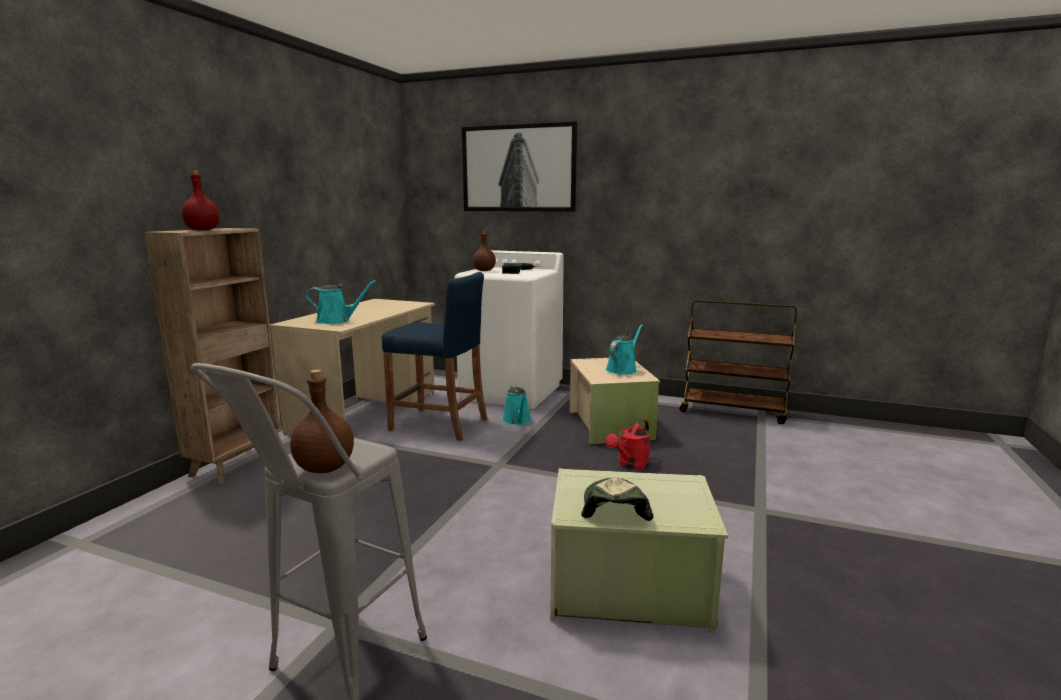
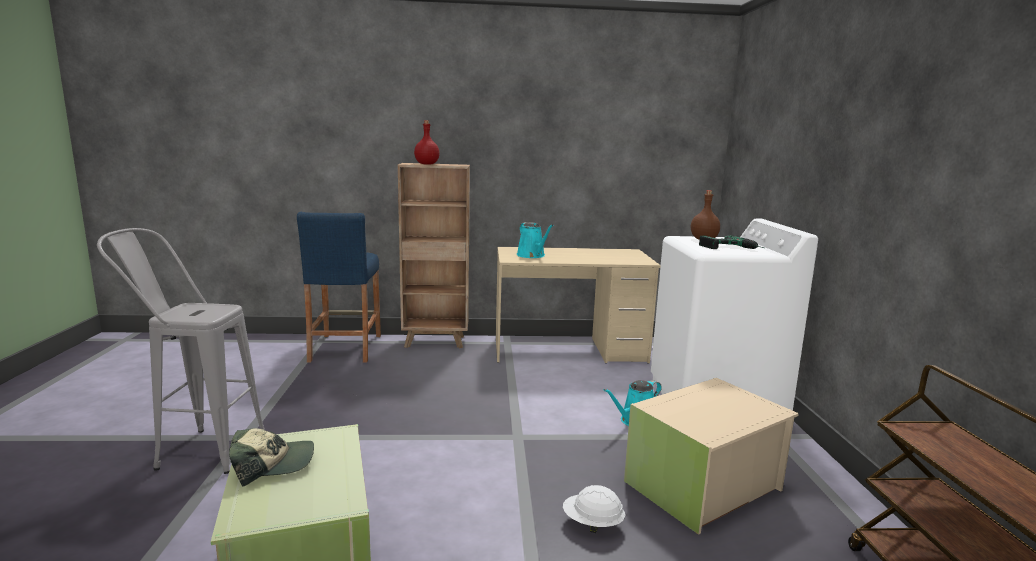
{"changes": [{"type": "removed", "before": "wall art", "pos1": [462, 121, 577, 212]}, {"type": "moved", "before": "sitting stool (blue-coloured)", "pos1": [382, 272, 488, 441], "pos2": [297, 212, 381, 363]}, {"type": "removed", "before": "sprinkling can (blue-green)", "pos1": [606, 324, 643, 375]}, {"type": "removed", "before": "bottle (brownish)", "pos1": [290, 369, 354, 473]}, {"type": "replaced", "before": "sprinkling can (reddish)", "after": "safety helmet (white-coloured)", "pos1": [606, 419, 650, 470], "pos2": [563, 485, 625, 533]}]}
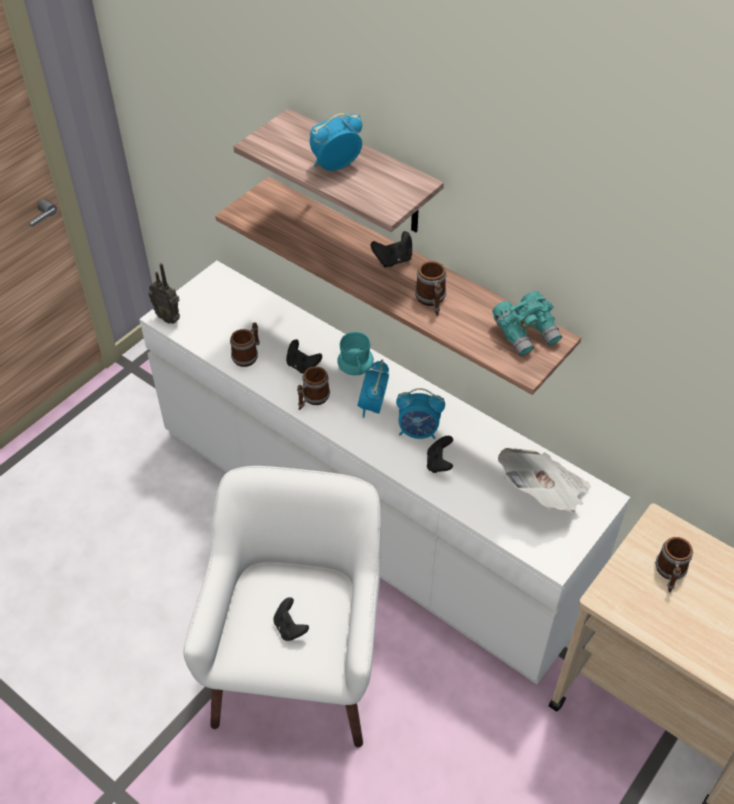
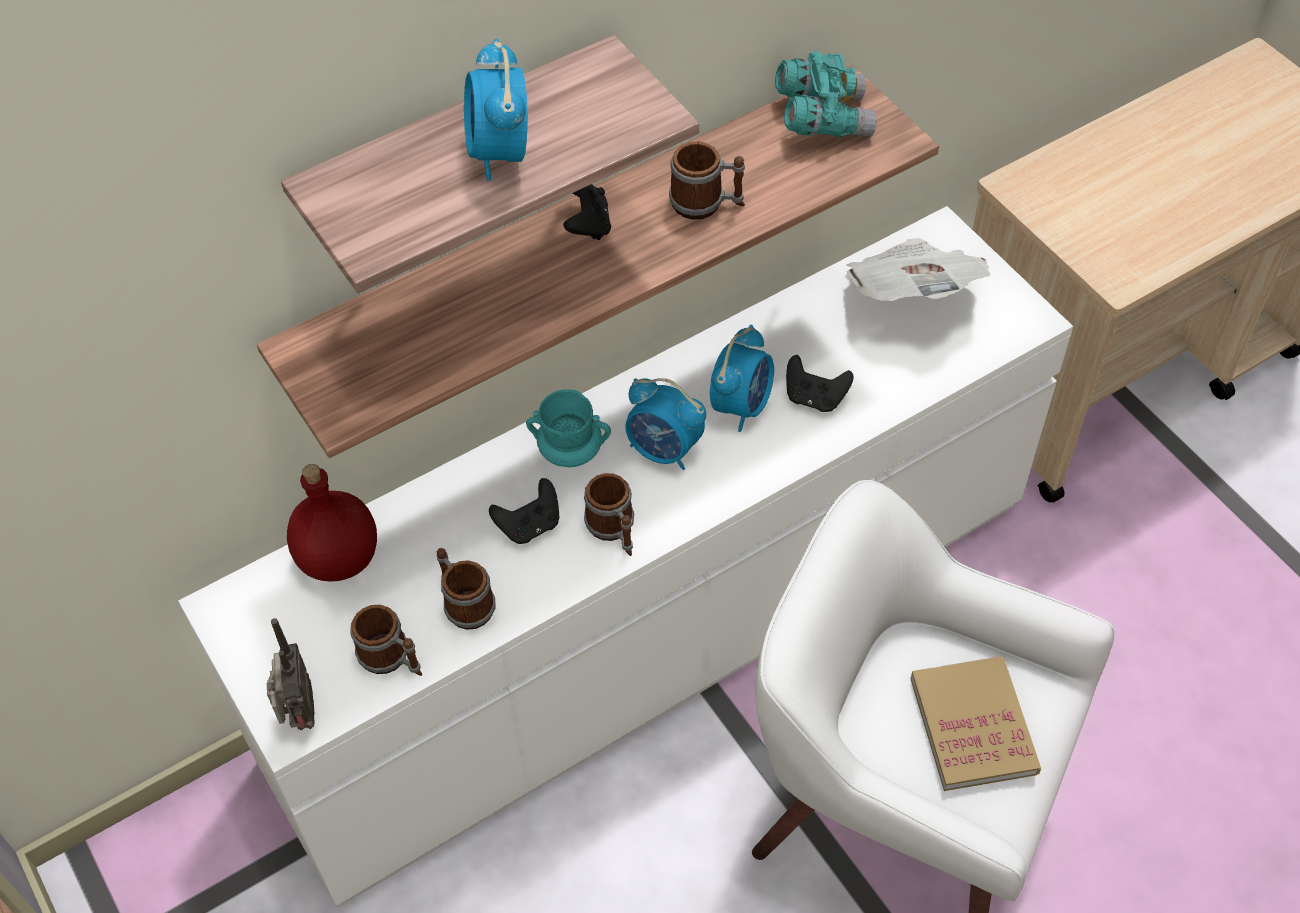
{"changes": [{"type": "turned", "before": "radio", "pos1": [148, 263, 180, 324], "pos2": [267, 618, 315, 730], "turn": -60}, {"type": "moved", "before": "mug", "pos1": [655, 537, 693, 593], "pos2": [350, 605, 422, 676]}, {"type": "replaced", "before": "joypad (blackish)", "after": "book", "pos1": [274, 597, 309, 641], "pos2": [910, 656, 1041, 791]}, {"type": "added", "after": "bottle (reddish)", "pos2": [287, 464, 377, 582]}]}
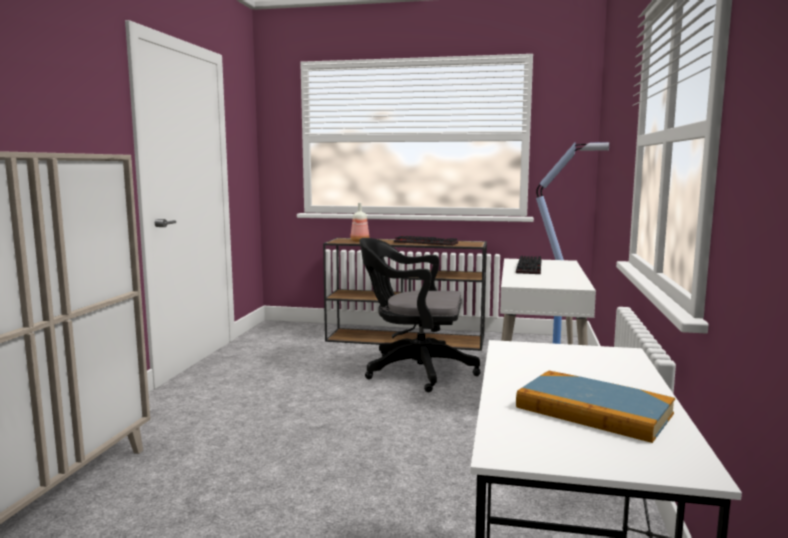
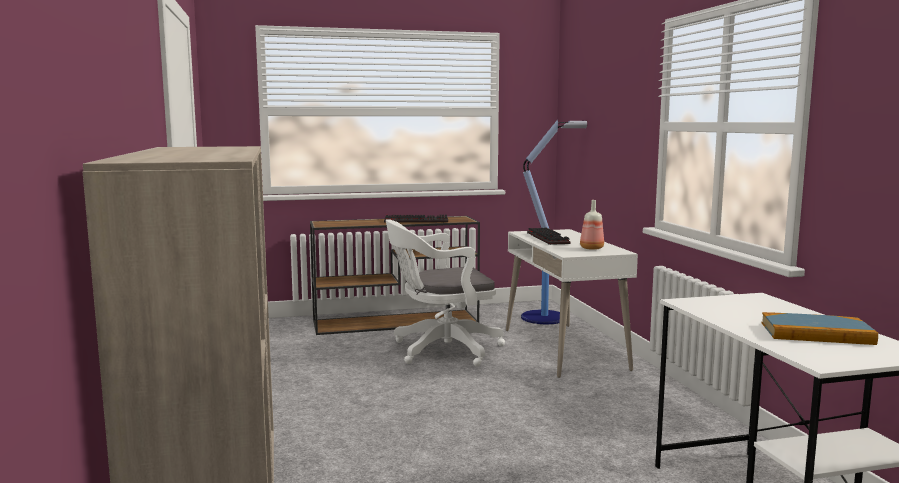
{"changes": [{"type": "moved", "before": "bottle", "pos1": [350, 203, 369, 242], "pos2": [580, 200, 604, 250]}, {"type": "recoloured", "before": "computer chair (blackish)", "after": "computer chair (white-coloured)", "pos1": [359, 238, 481, 392], "pos2": [386, 219, 505, 367]}]}
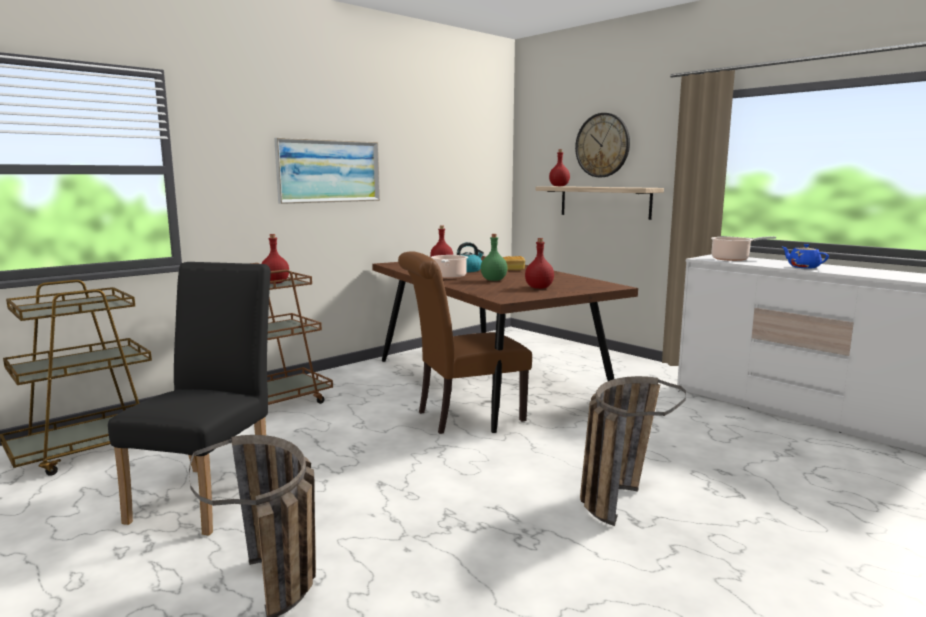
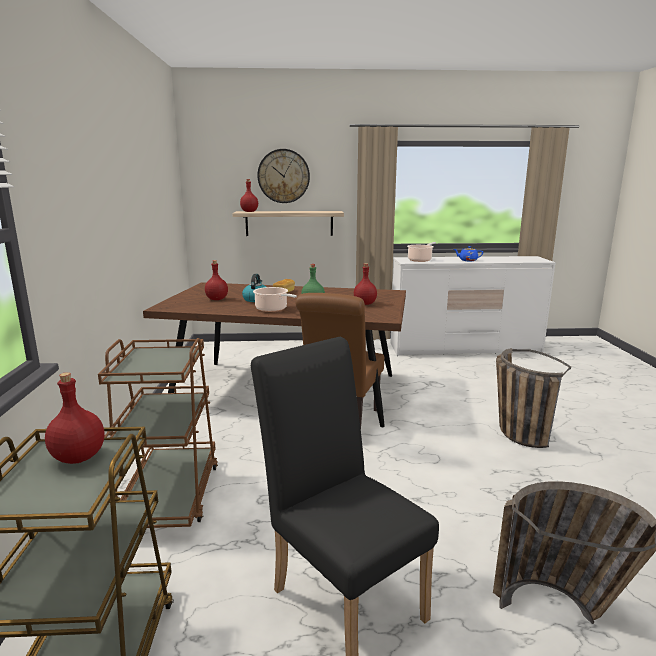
{"changes": [{"type": "removed", "before": "wall art", "pos1": [274, 138, 380, 204]}, {"type": "moved", "before": "bottle (reddish)", "pos1": [262, 234, 289, 284], "pos2": [45, 372, 105, 464]}]}
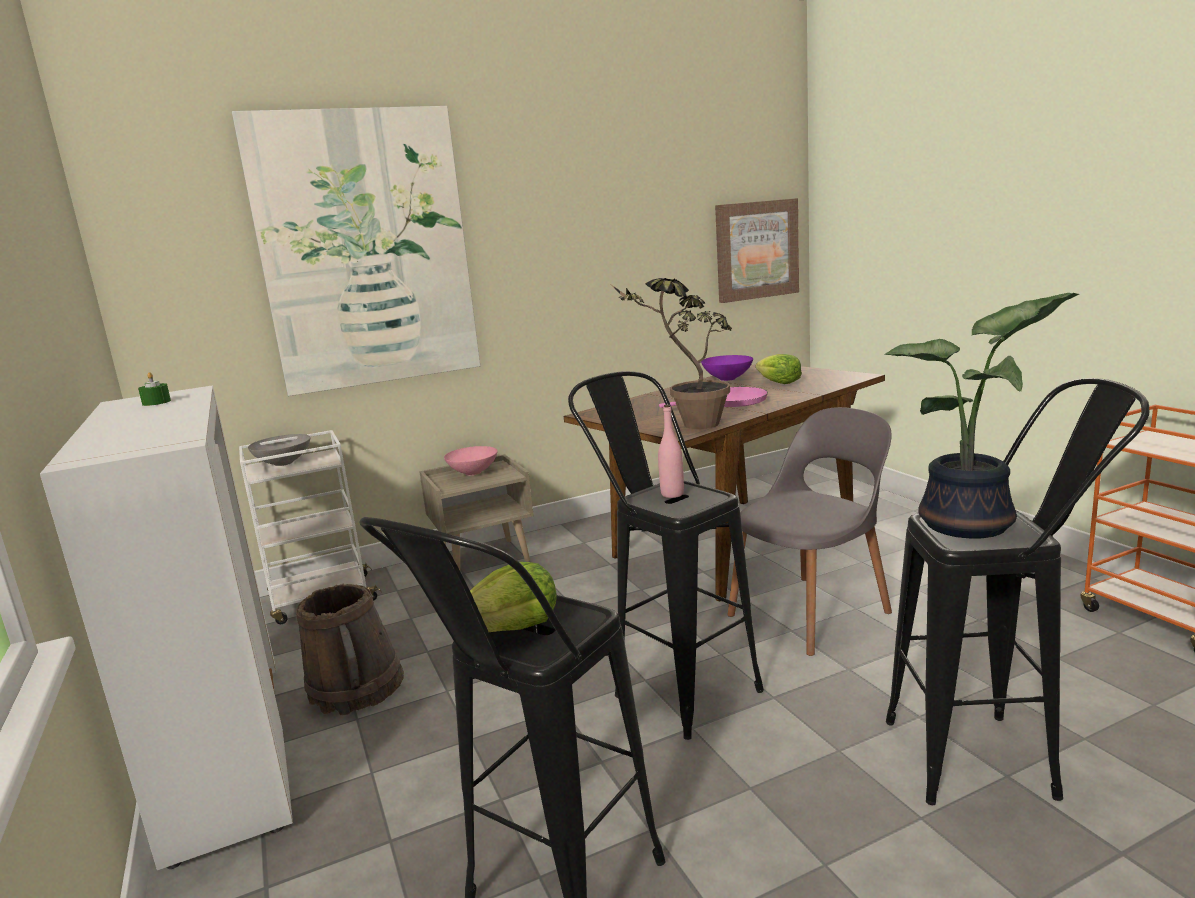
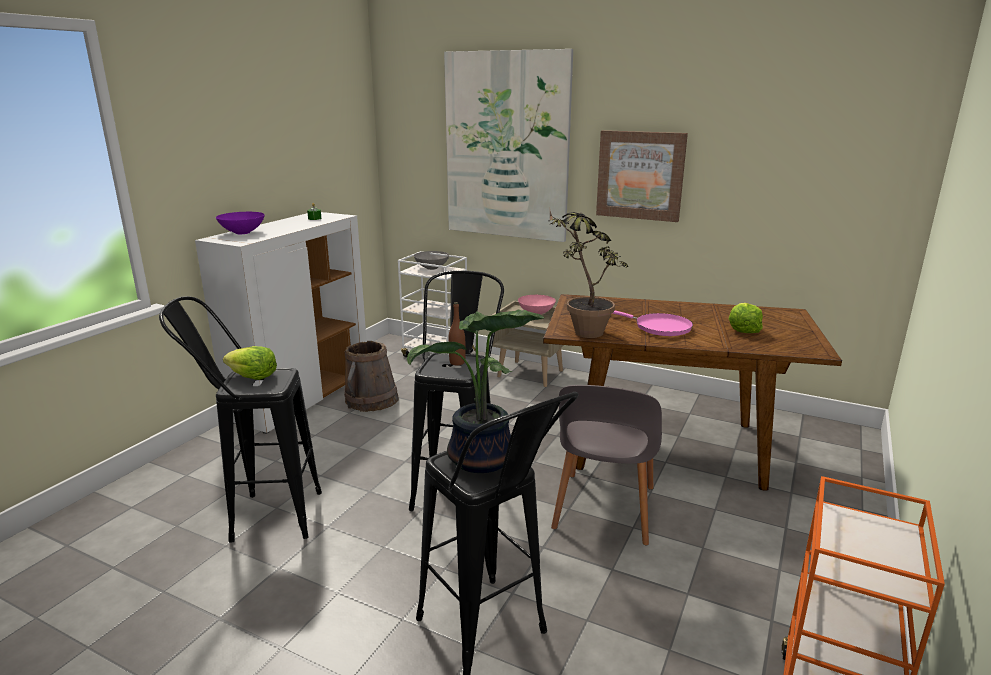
{"changes": [{"type": "moved", "before": "wall art", "pos1": [715, 198, 799, 303], "pos2": [596, 130, 688, 222]}, {"type": "moved", "before": "deep dish (purplish)", "pos1": [701, 355, 753, 381], "pos2": [216, 212, 265, 234]}, {"type": "recoloured", "before": "bottle (pink-coloured)", "after": "bottle (brownish)", "pos1": [658, 404, 684, 498], "pos2": [448, 302, 465, 365]}, {"type": "turned", "before": "upright chair (grey)", "pos1": [727, 407, 892, 656], "pos2": [551, 385, 662, 545], "turn": 90}]}
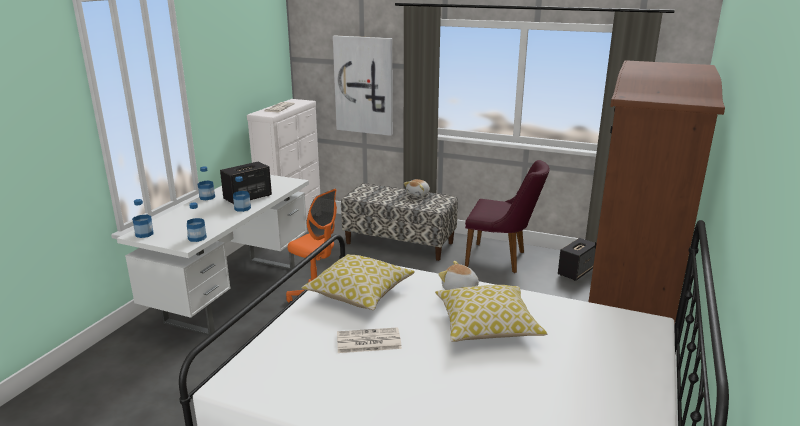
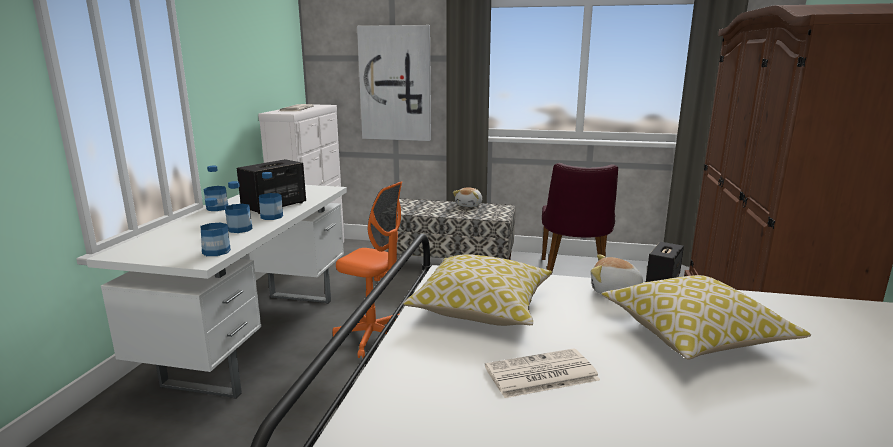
{"changes": [{"type": "turned", "before": "upright chair (purplish)", "pos1": [465, 160, 550, 273], "pos2": [542, 163, 618, 275], "turn": 90}, {"type": "moved", "before": "bottle", "pos1": [132, 199, 153, 238], "pos2": [225, 181, 253, 233]}]}
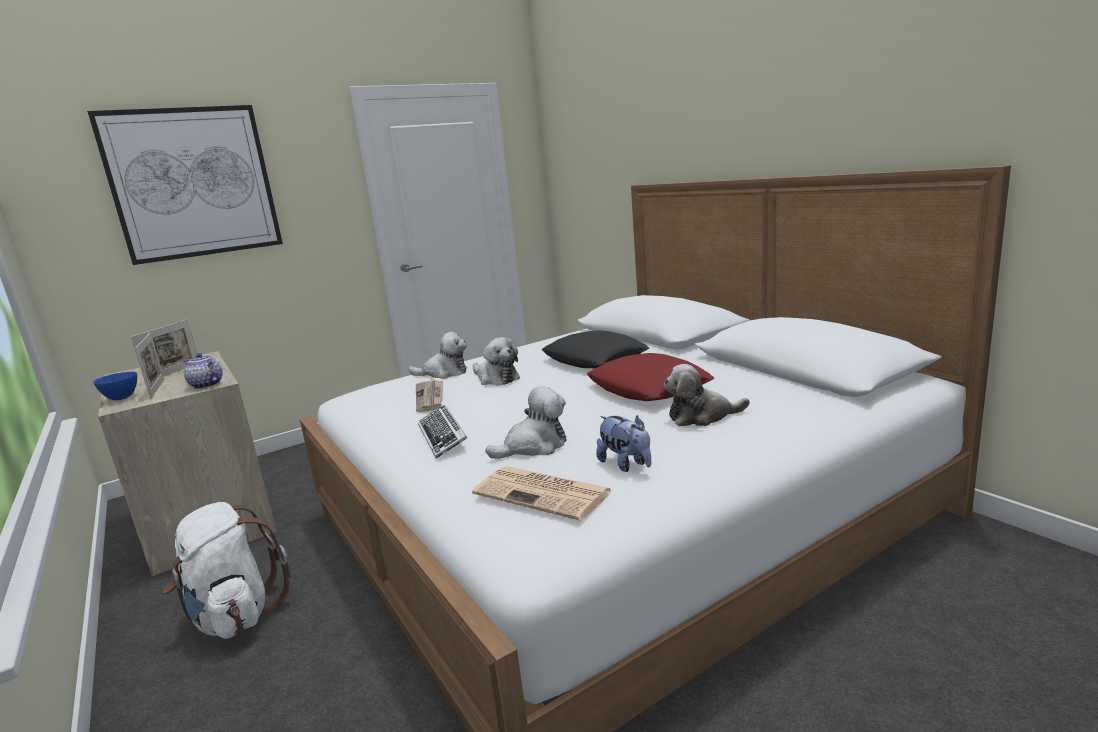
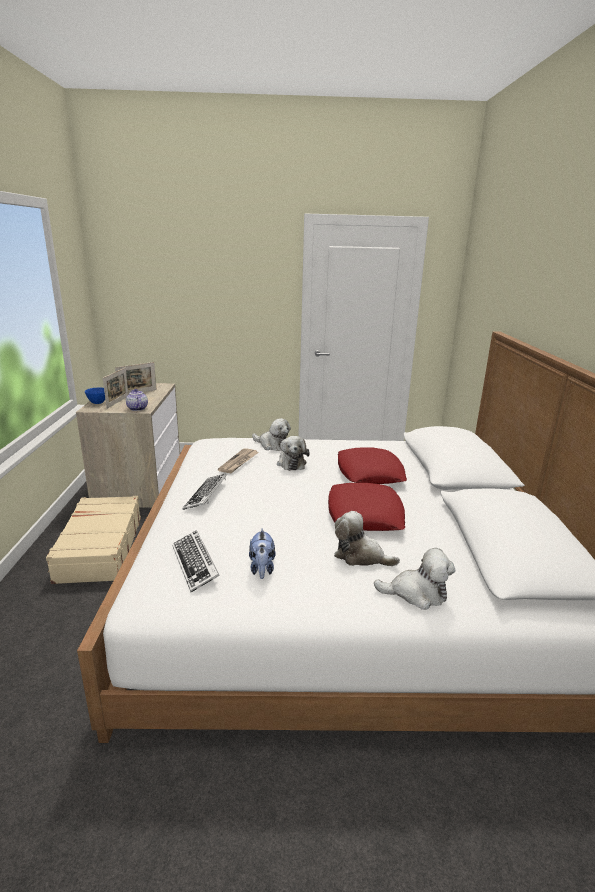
{"changes": [{"type": "removed", "before": "wall art", "pos1": [87, 105, 283, 265]}, {"type": "recoloured", "before": "pillow (blackish)", "after": "pillow (reddish)", "pos1": [542, 330, 649, 368], "pos2": [338, 447, 407, 484]}, {"type": "moved", "before": "soft toy", "pos1": [485, 386, 567, 459], "pos2": [374, 548, 456, 610]}, {"type": "replaced", "before": "daily paper", "after": "keyboard", "pos1": [472, 466, 613, 521], "pos2": [172, 530, 220, 592]}, {"type": "replaced", "before": "rucksack (white-coloured)", "after": "piece of luggage (beige)", "pos1": [163, 502, 291, 639], "pos2": [46, 496, 141, 584]}]}
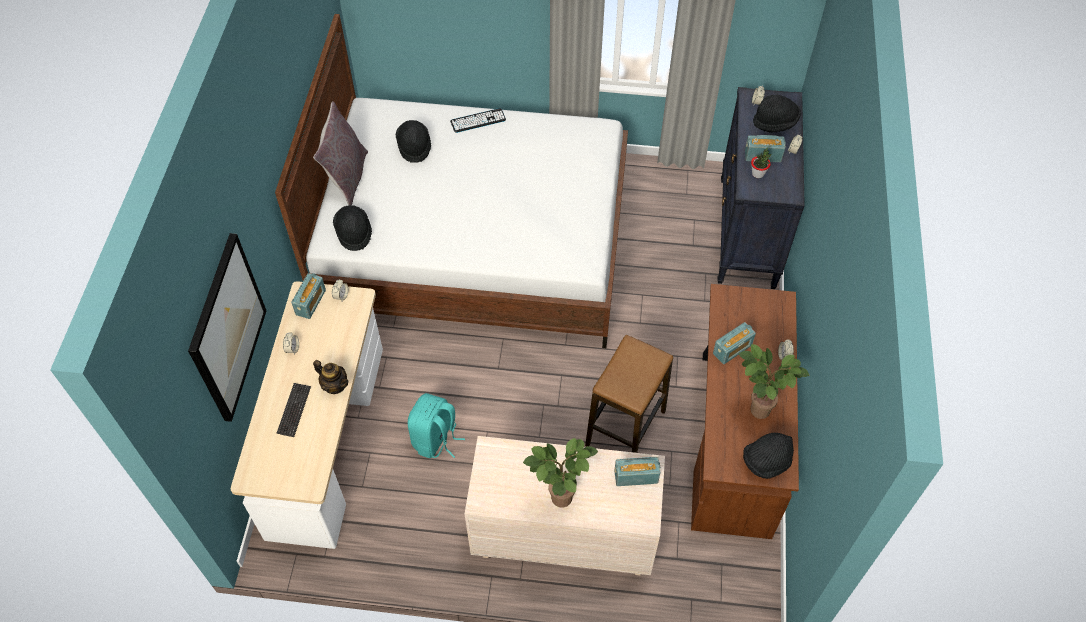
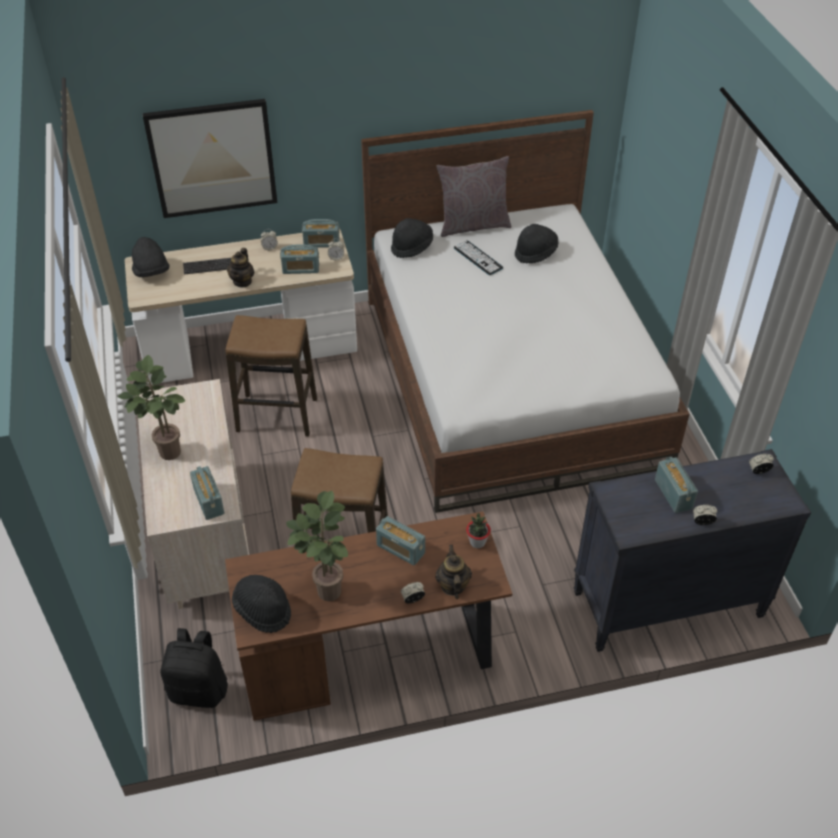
{"changes": [{"type": "moved", "before": "wearable hat (blackish)", "pos1": [753, 95, 801, 132], "pos2": [132, 237, 170, 277]}, {"type": "moved", "before": "keyboard", "pos1": [450, 108, 506, 133], "pos2": [454, 240, 504, 275]}, {"type": "moved", "before": "plant in a pot", "pos1": [751, 147, 772, 178], "pos2": [466, 513, 491, 548]}, {"type": "replaced", "before": "rucksack (blue-green)", "after": "sitting stool", "pos1": [408, 393, 465, 458], "pos2": [225, 315, 317, 437]}, {"type": "added", "after": "radio", "pos2": [280, 244, 319, 274]}, {"type": "added", "after": "teapot", "pos2": [435, 545, 472, 599]}, {"type": "added", "after": "rucksack (blackish)", "pos2": [160, 628, 228, 708]}]}
